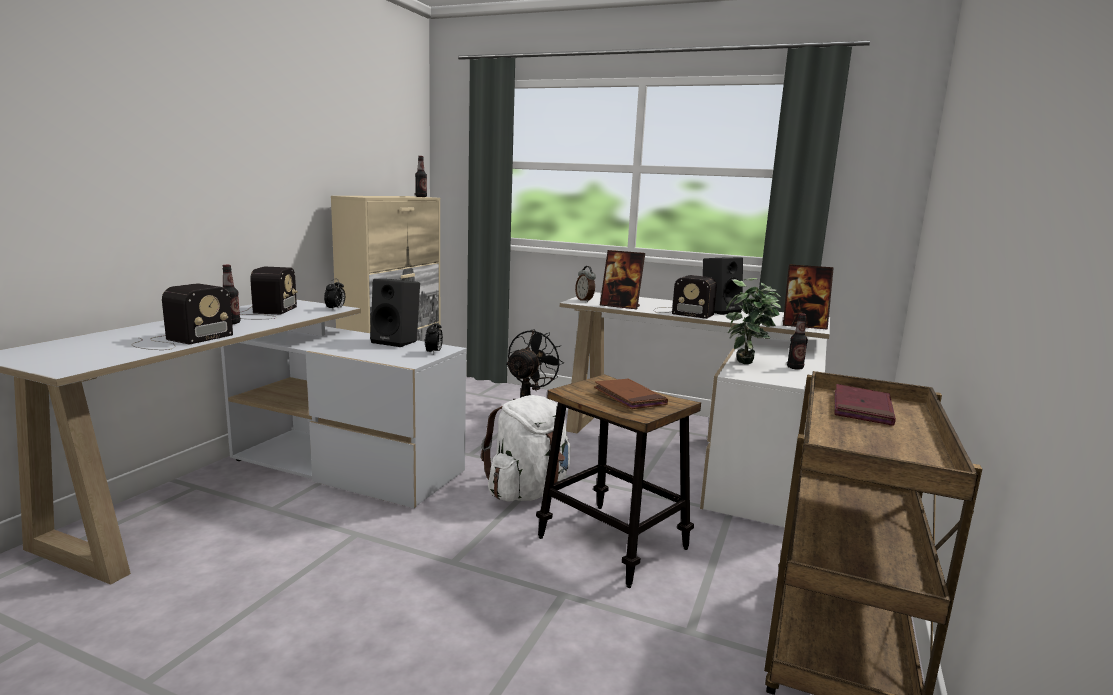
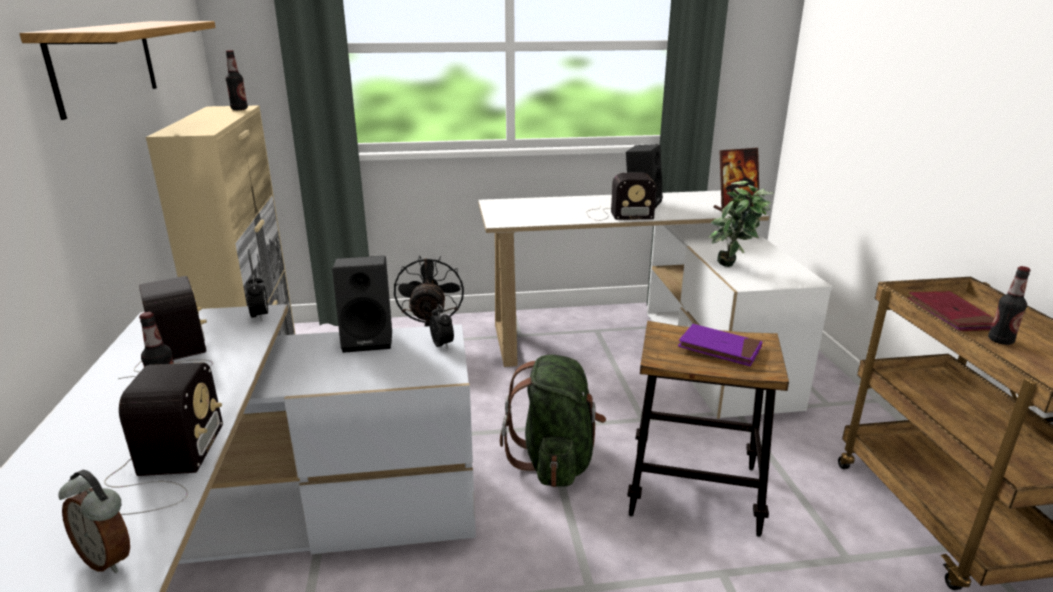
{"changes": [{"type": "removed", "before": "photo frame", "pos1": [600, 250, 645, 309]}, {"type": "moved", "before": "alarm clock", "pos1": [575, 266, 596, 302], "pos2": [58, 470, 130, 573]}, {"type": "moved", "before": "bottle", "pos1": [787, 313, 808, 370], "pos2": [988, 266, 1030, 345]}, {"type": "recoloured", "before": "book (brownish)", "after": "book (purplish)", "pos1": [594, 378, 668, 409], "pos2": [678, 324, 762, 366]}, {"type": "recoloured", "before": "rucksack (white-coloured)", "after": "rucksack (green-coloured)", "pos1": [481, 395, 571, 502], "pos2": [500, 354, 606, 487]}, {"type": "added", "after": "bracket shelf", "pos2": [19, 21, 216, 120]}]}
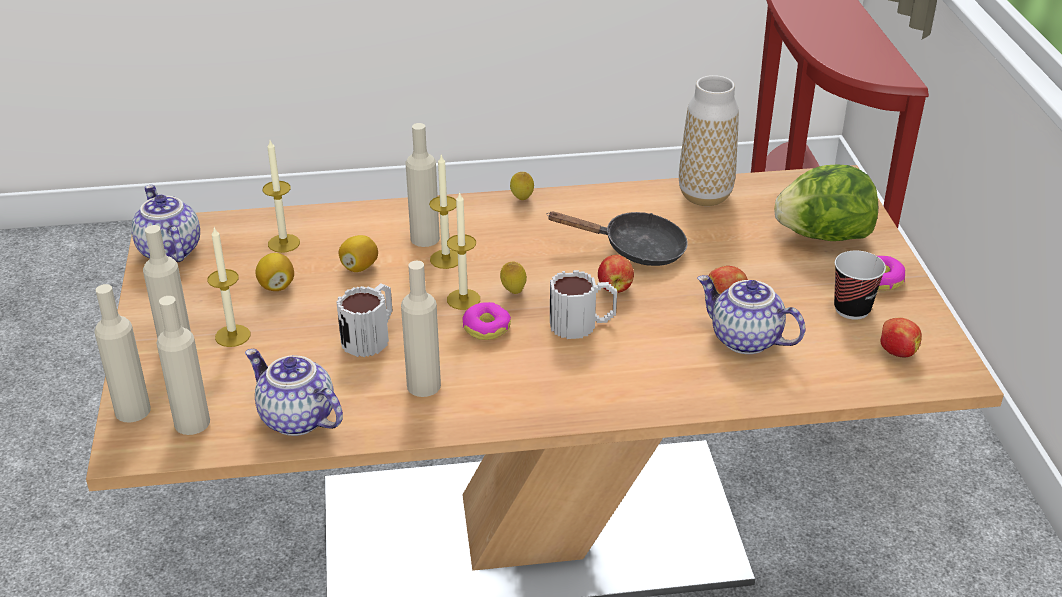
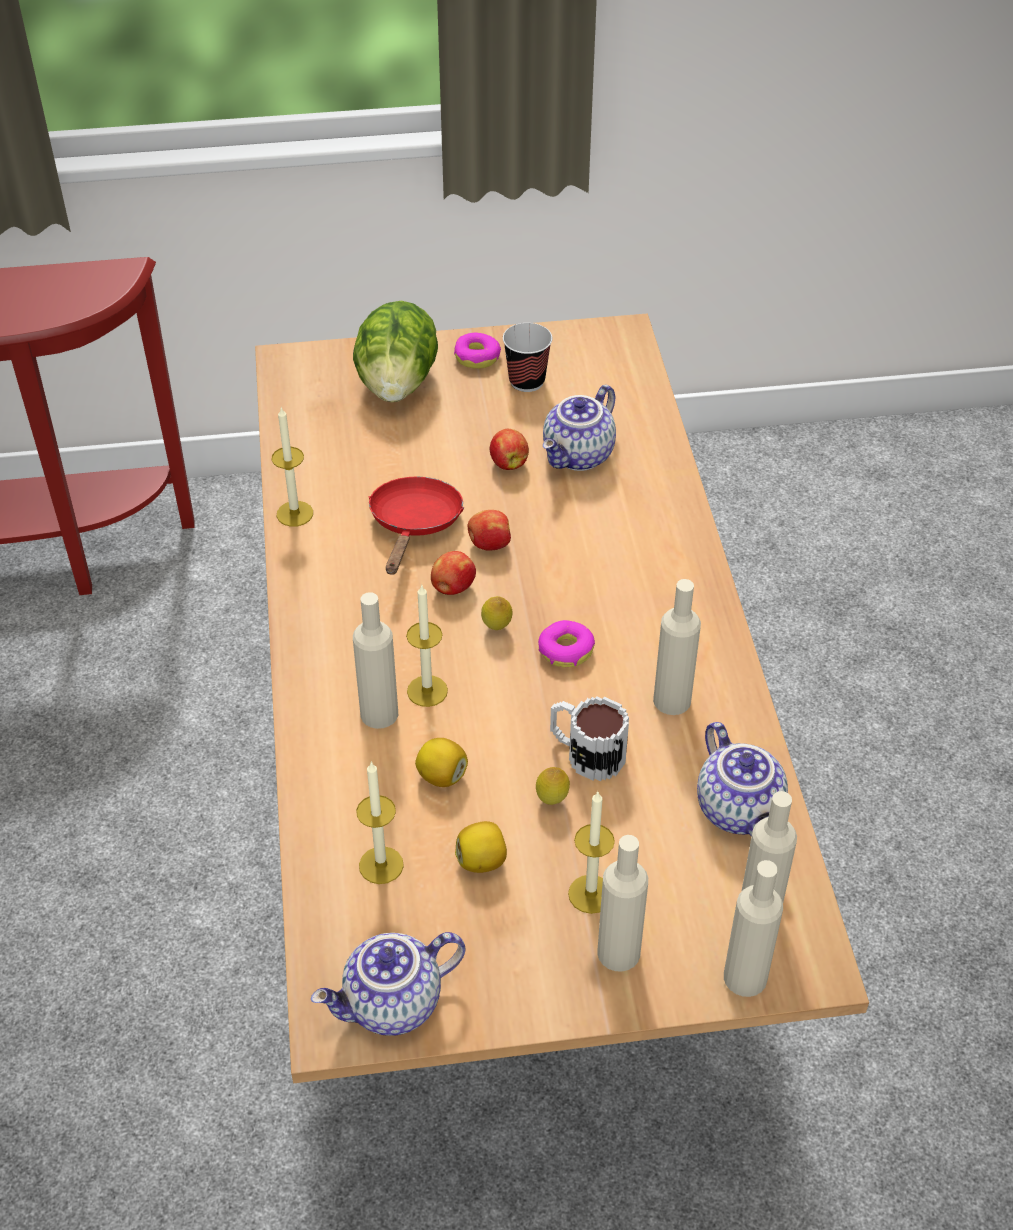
{"changes": [{"type": "removed", "before": "flower vase", "pos1": [679, 75, 739, 206]}, {"type": "moved", "before": "whole lemon", "pos1": [510, 172, 534, 200], "pos2": [536, 767, 570, 805]}, {"type": "moved", "before": "wax candle", "pos1": [447, 192, 480, 310], "pos2": [272, 406, 313, 527]}, {"type": "recoloured", "before": "frying pan (blackish)", "after": "frying pan (reddish)", "pos1": [546, 212, 688, 266], "pos2": [369, 476, 464, 574]}, {"type": "removed", "before": "mug", "pos1": [550, 270, 617, 339]}, {"type": "moved", "before": "apple", "pos1": [880, 318, 922, 358], "pos2": [431, 551, 476, 595]}, {"type": "turned", "before": "teapot", "pos1": [245, 349, 343, 436], "pos2": [697, 722, 788, 837], "turn": -60}]}
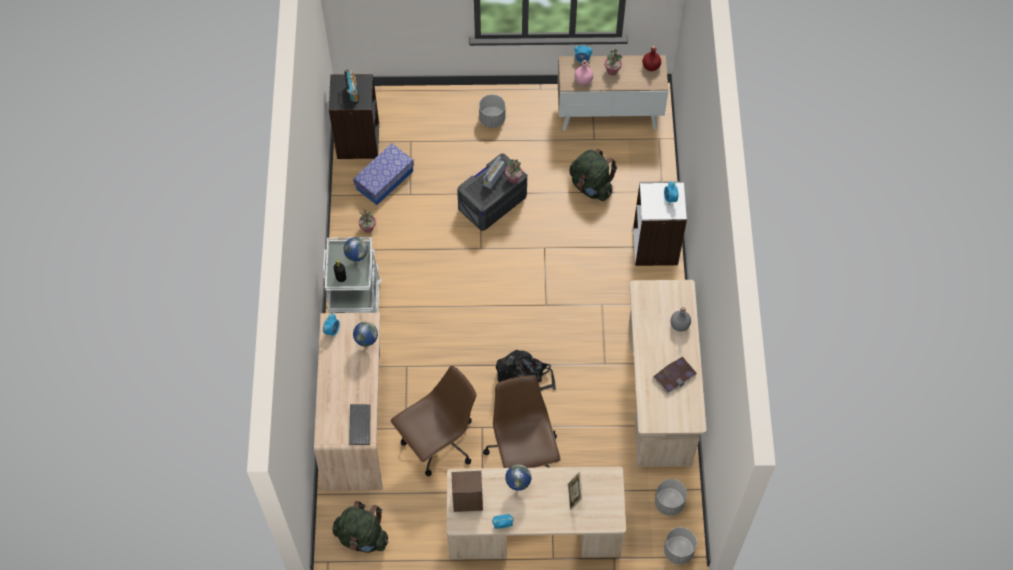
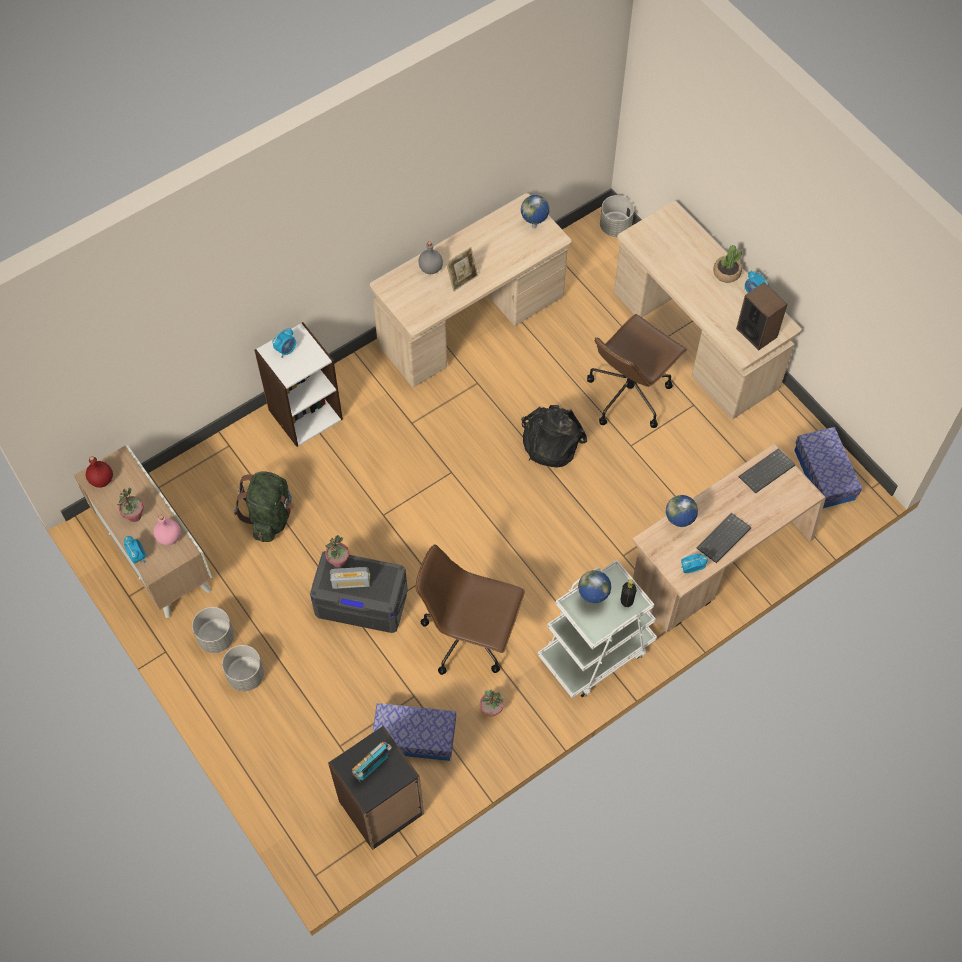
{"changes": [{"type": "removed", "before": "book", "pos1": [653, 357, 697, 395]}, {"type": "moved", "before": "computer chair (brownish)", "pos1": [391, 366, 476, 476], "pos2": [416, 544, 525, 675]}, {"type": "moved", "before": "world globe", "pos1": [505, 464, 531, 491], "pos2": [521, 195, 549, 229]}, {"type": "moved", "before": "photo frame", "pos1": [568, 472, 582, 510], "pos2": [446, 247, 478, 291]}, {"type": "moved", "before": "planter (grey)", "pos1": [655, 479, 687, 516], "pos2": [192, 607, 234, 653]}, {"type": "replaced", "before": "rucksack (green-coloured)", "after": "storage bin", "pos1": [332, 501, 389, 553], "pos2": [794, 427, 862, 508]}, {"type": "added", "after": "plant in a pot", "pos2": [713, 245, 742, 283]}, {"type": "added", "after": "keyboard", "pos2": [696, 513, 751, 563]}]}
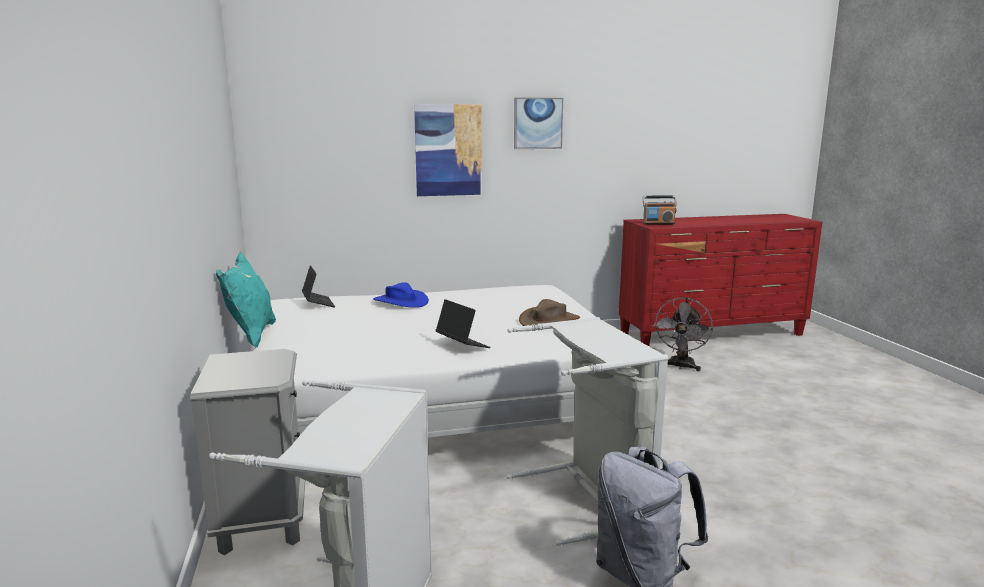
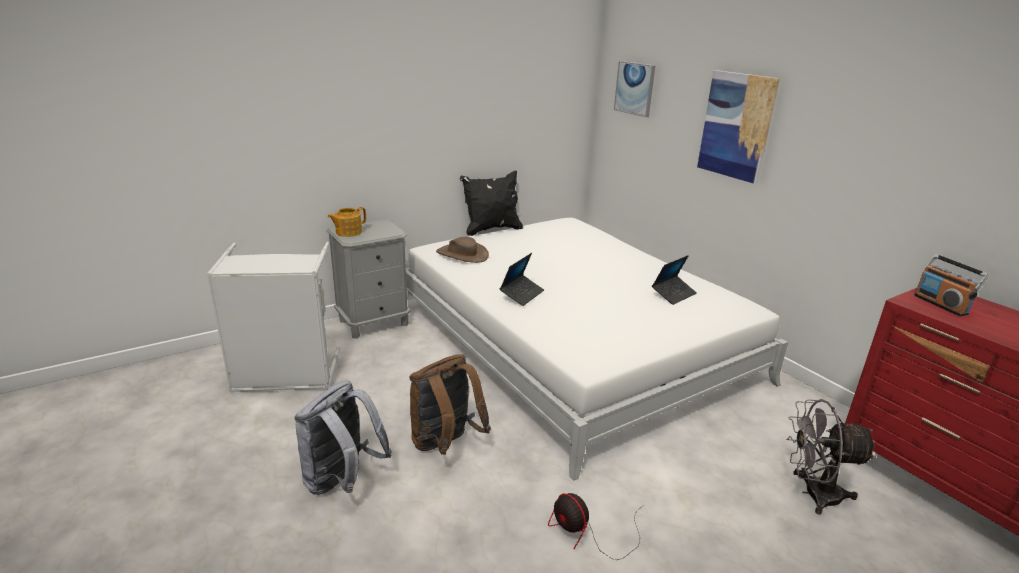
{"changes": [{"type": "moved", "before": "wall art", "pos1": [514, 97, 563, 149], "pos2": [614, 61, 655, 117]}, {"type": "recoloured", "before": "pillow (blue-green)", "after": "pillow (blackish)", "pos1": [216, 252, 276, 348], "pos2": [460, 171, 523, 236]}, {"type": "moved", "before": "portable computer", "pos1": [302, 265, 335, 307], "pos2": [652, 255, 697, 305]}, {"type": "removed", "before": "wearable hat (blue-coloured)", "pos1": [373, 282, 429, 308]}, {"type": "moved", "before": "wearable hat (brownish)", "pos1": [519, 299, 580, 326], "pos2": [436, 237, 489, 263]}, {"type": "replaced", "before": "hamper (grey)", "after": "rucksack (brownish)", "pos1": [507, 317, 668, 546], "pos2": [409, 354, 491, 455]}, {"type": "added", "after": "teapot", "pos2": [327, 207, 366, 237]}, {"type": "added", "after": "electric fan", "pos2": [548, 493, 644, 560]}]}
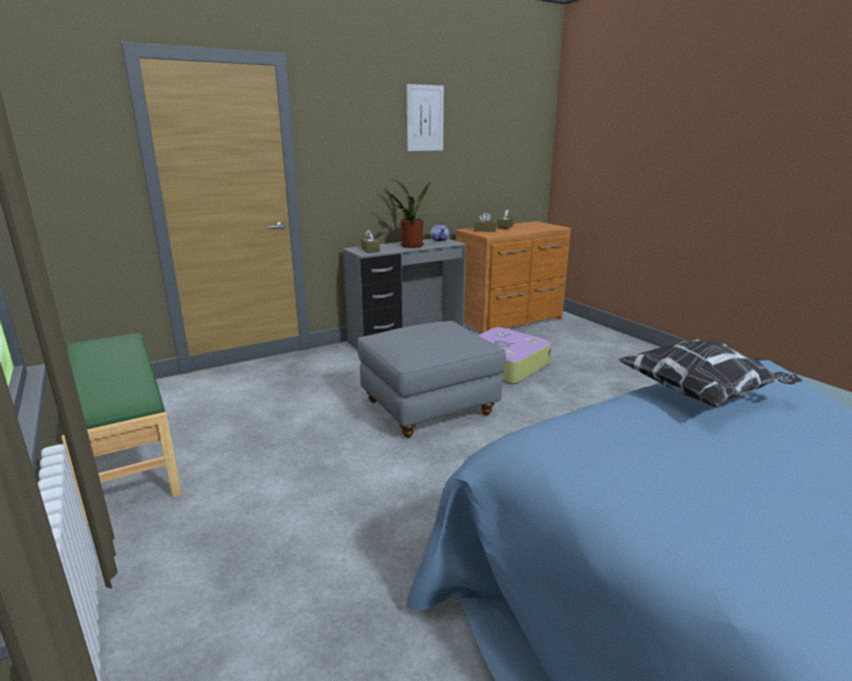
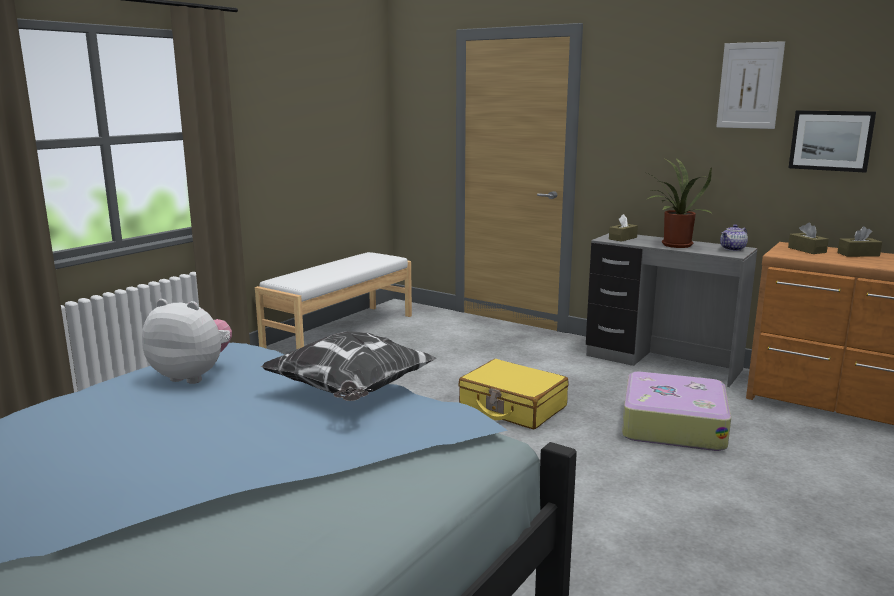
{"changes": [{"type": "replaced", "before": "ottoman (grey)", "after": "piece of luggage (yellowish)", "pos1": [357, 321, 506, 438], "pos2": [458, 359, 568, 429]}, {"type": "recoloured", "before": "long seat (green-coloured)", "after": "long seat (white-coloured)", "pos1": [62, 333, 182, 524], "pos2": [255, 252, 412, 350]}, {"type": "added", "after": "wall art", "pos2": [788, 110, 876, 173]}, {"type": "added", "after": "soft toy", "pos2": [142, 299, 232, 384]}]}
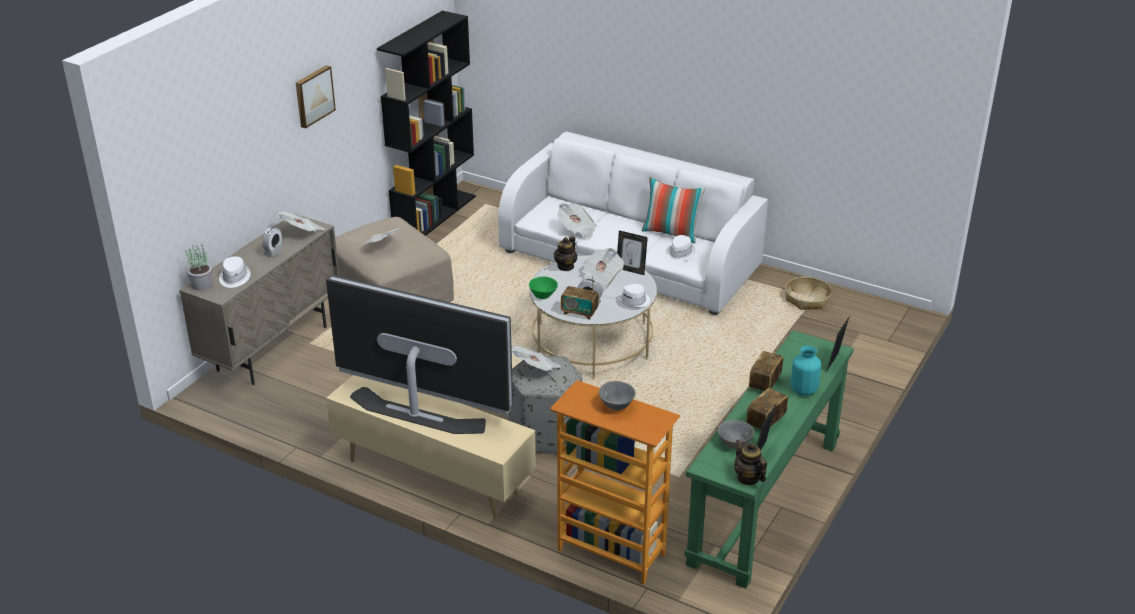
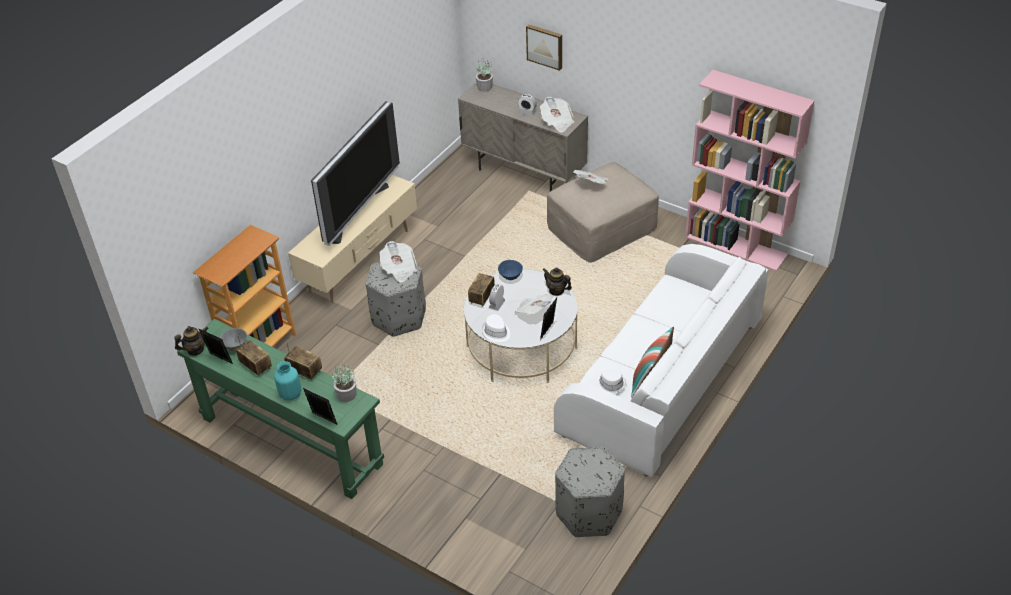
{"changes": [{"type": "recoloured", "before": "shelving unit (blackish)", "after": "shelving unit (pink-coloured)", "pos1": [377, 11, 476, 236], "pos2": [685, 70, 815, 271]}, {"type": "moved", "before": "wall art", "pos1": [296, 65, 336, 128], "pos2": [526, 24, 562, 71]}, {"type": "removed", "before": "daily paper", "pos1": [557, 203, 597, 238]}, {"type": "removed", "before": "wearable hat (white-coloured)", "pos1": [219, 256, 251, 288]}, {"type": "recoloured", "before": "deep dish (green-coloured)", "after": "deep dish (blue-coloured)", "pos1": [529, 277, 558, 299], "pos2": [498, 260, 523, 280]}, {"type": "replaced", "before": "basket", "after": "ottoman (grey)", "pos1": [785, 277, 832, 310], "pos2": [555, 447, 625, 537]}, {"type": "removed", "before": "deep dish (grey)", "pos1": [599, 381, 636, 411]}, {"type": "added", "after": "plant in a pot", "pos2": [332, 362, 356, 402]}]}
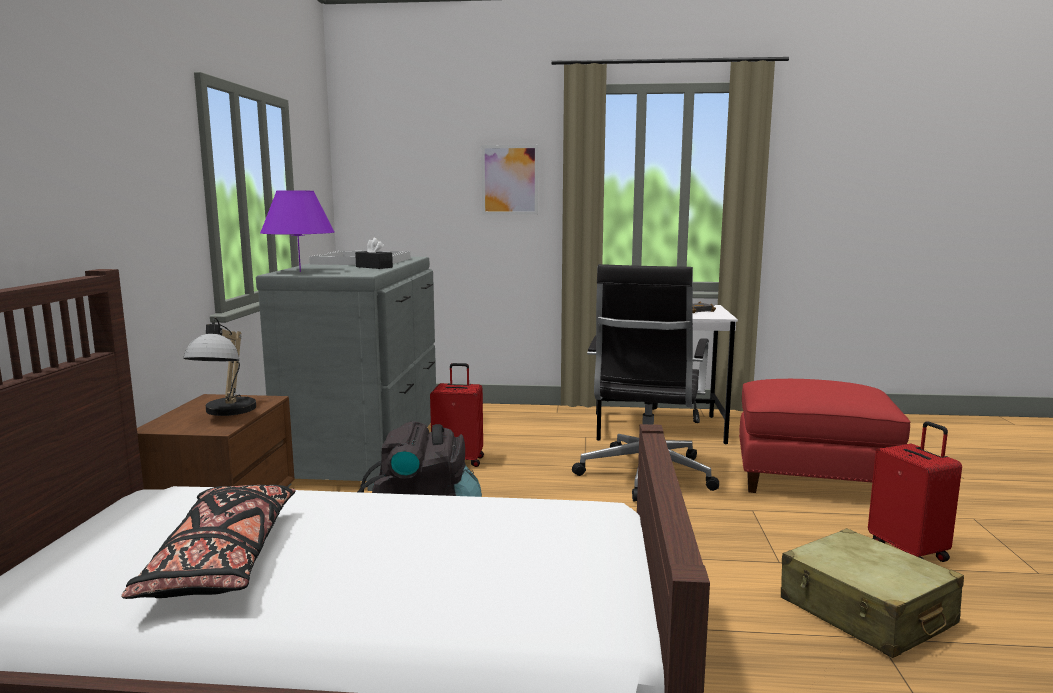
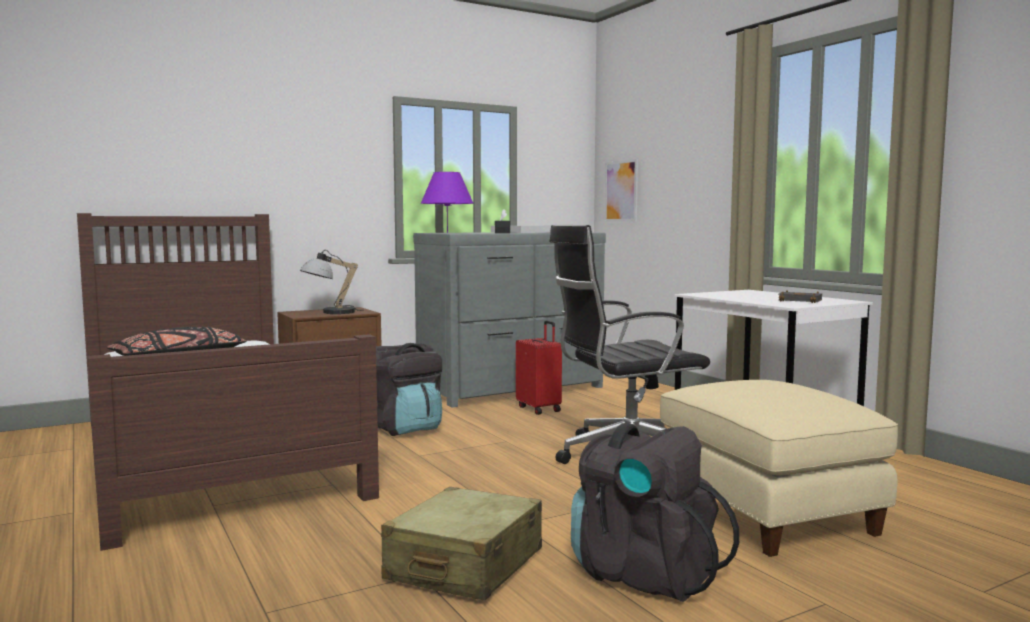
{"changes": [{"type": "moved", "before": "wall art", "pos1": [481, 145, 538, 215], "pos2": [604, 159, 638, 222]}, {"type": "recoloured", "before": "ottoman (reddish)", "after": "ottoman (beige)", "pos1": [739, 379, 910, 493], "pos2": [660, 380, 898, 557]}, {"type": "replaced", "before": "piece of luggage (reddish)", "after": "rucksack (blackish)", "pos1": [868, 421, 962, 562], "pos2": [571, 423, 739, 602]}]}
